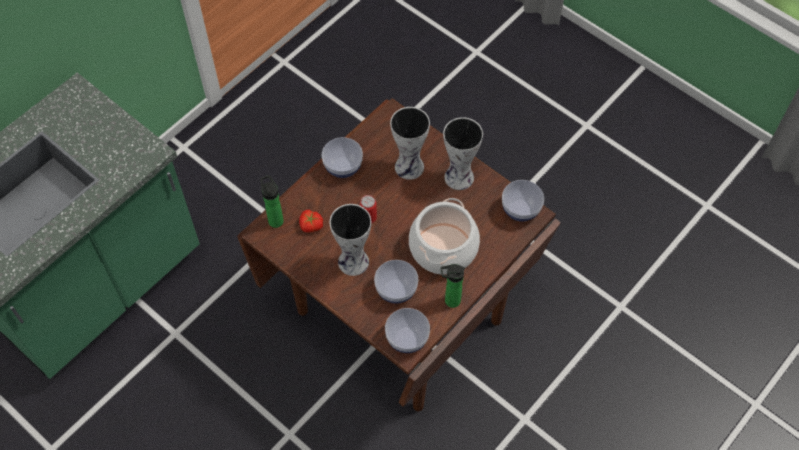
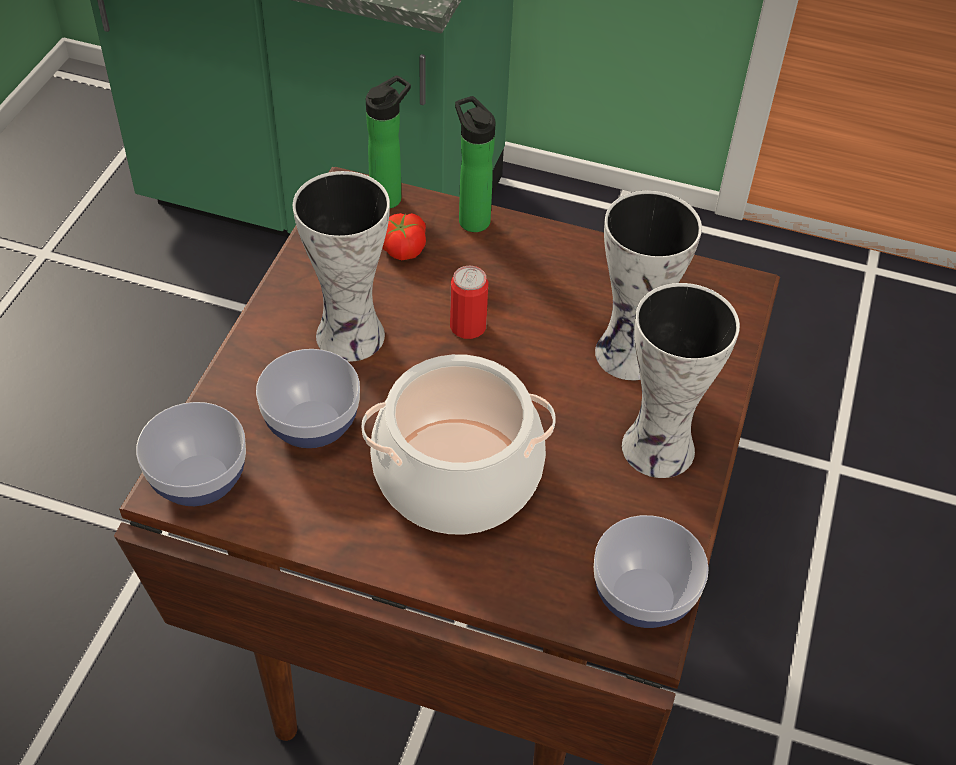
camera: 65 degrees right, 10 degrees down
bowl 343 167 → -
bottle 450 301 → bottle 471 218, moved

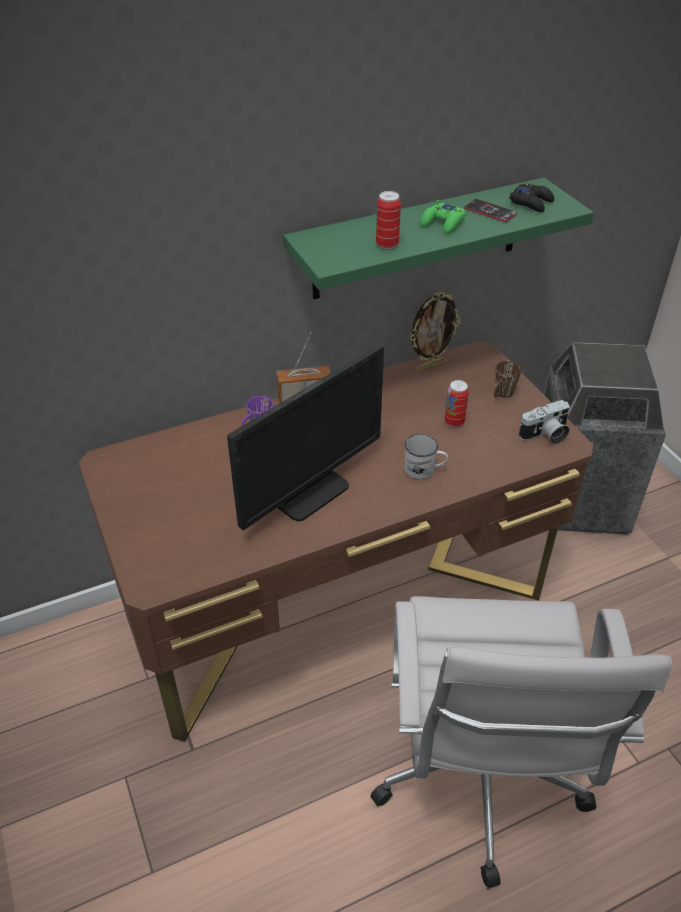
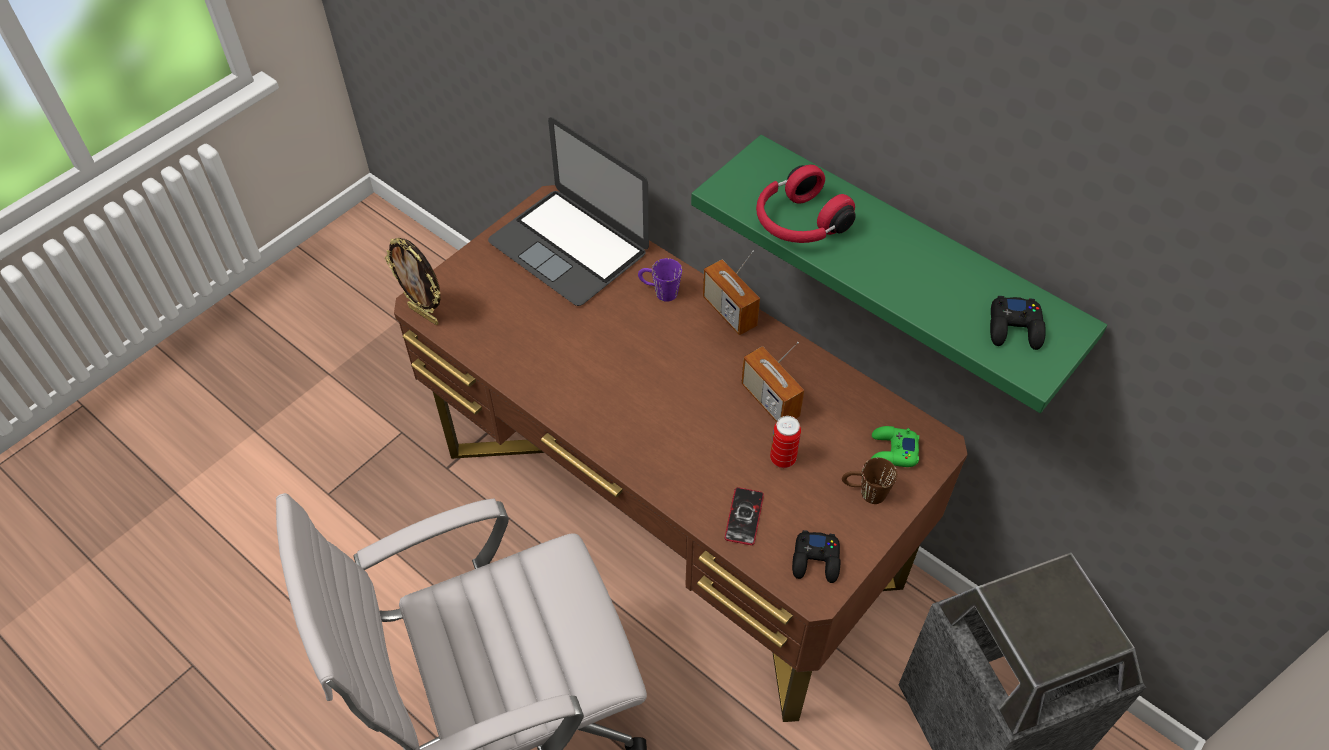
camera: 65 degrees right, 10 degrees up
can 387 244 → red headphones 799 223
phone 490 211 → phone 744 516, moved
green game controller 443 223 → green game controller 893 451, moved
picture frame 430 366 → picture frame 424 314, moved
monitor 309 492 → -
photo camera 545 435 → black game controller 816 560
white mug 424 469 → -
- → laptop 569 246
- → radio 770 401

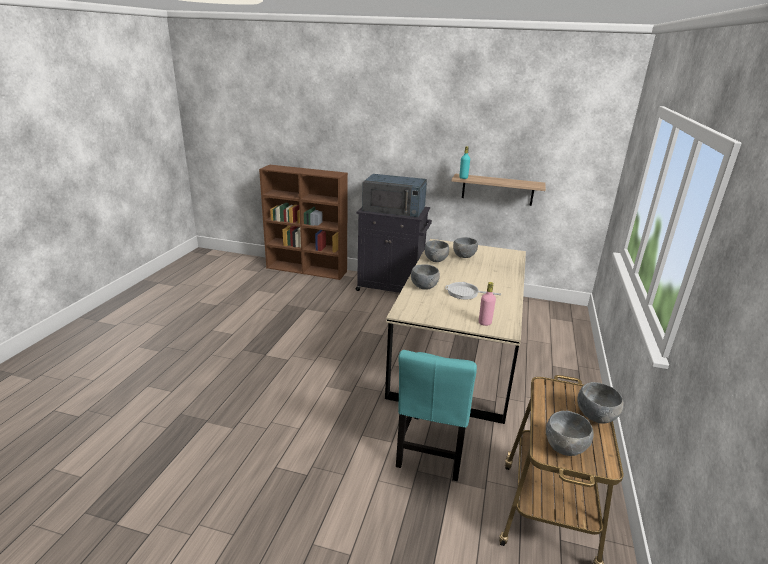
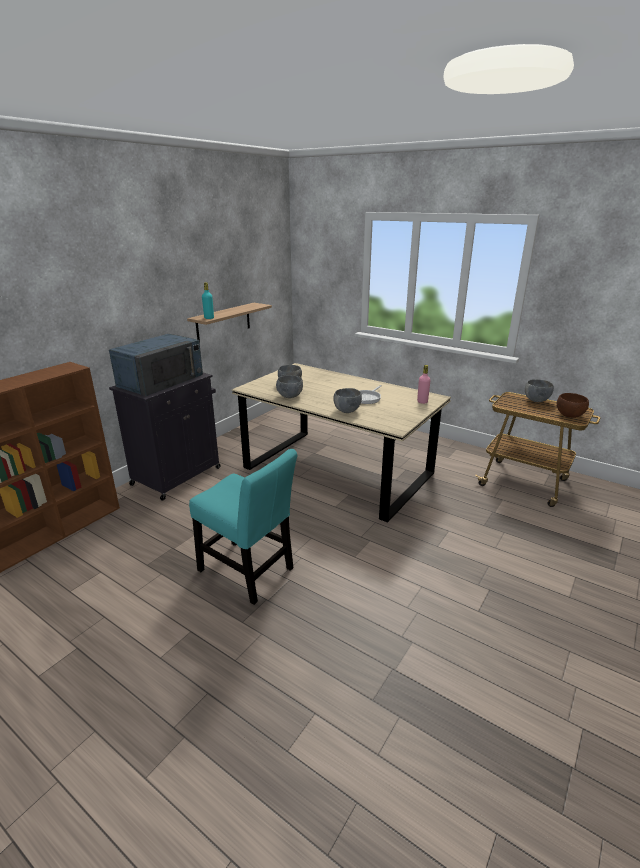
camera: 70 degrees left, 0 degrees up
turquoise chair 432 449 → turquoise chair 248 572, moved
grey bowl 565 448 → brown bowl 569 415

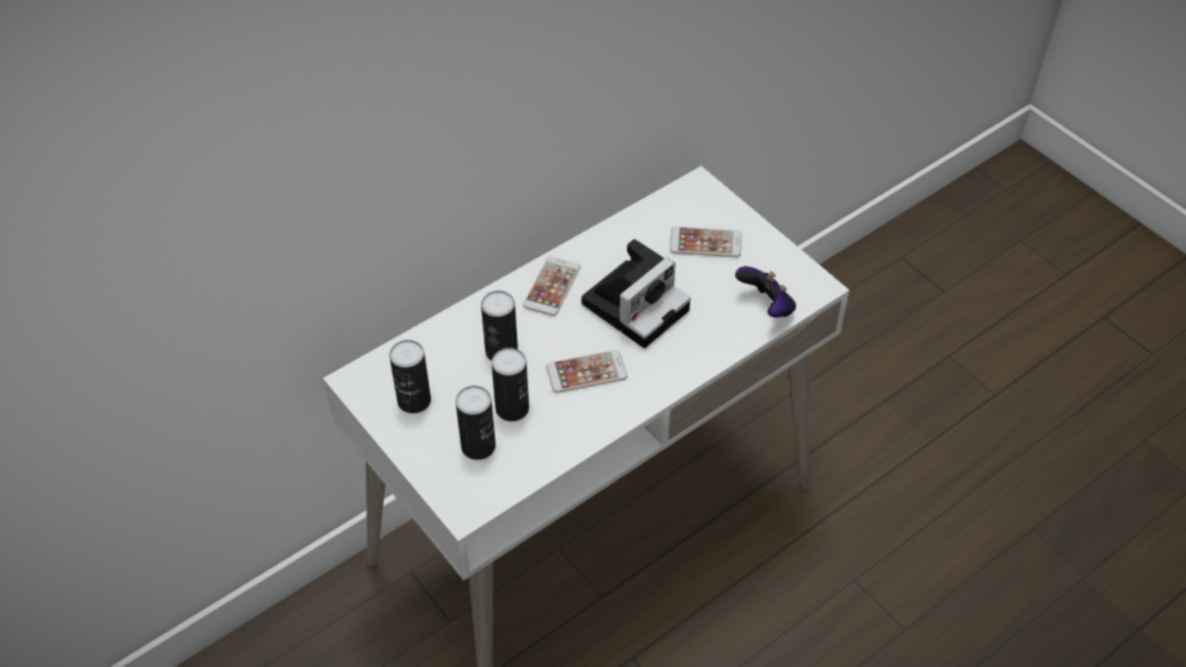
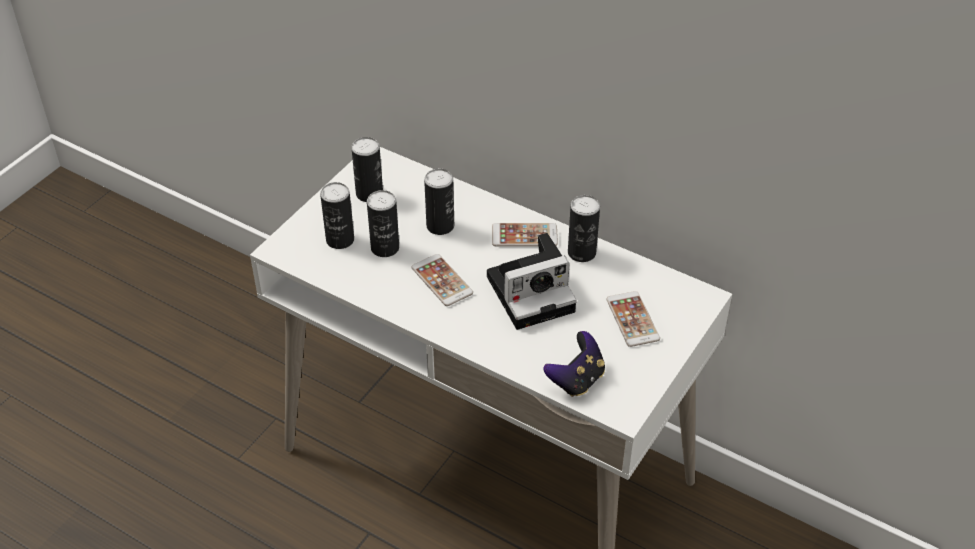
camera: 70 degrees right, 5 degrees down
photo camera 636 304 → photo camera 533 292, 45 degrees counterclockwise
- → can 581 252

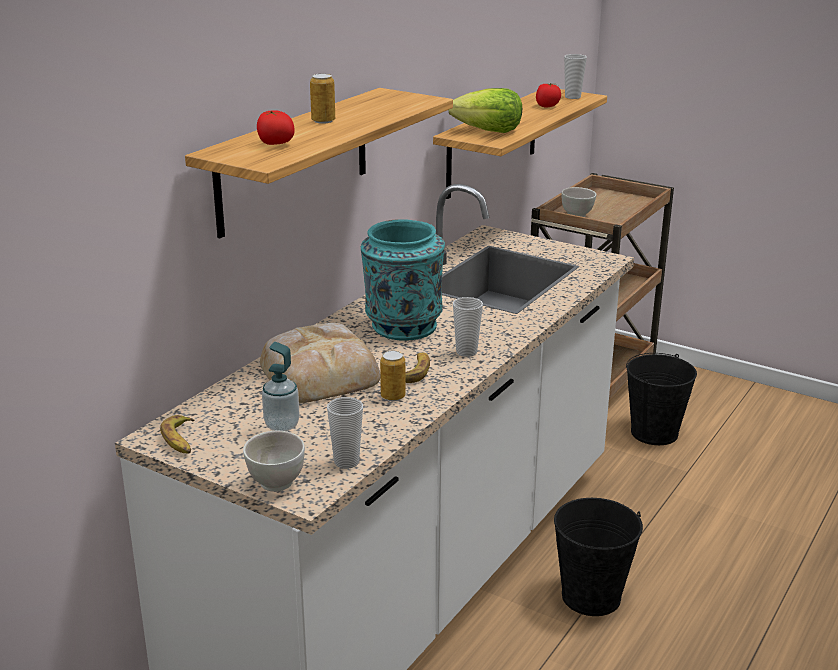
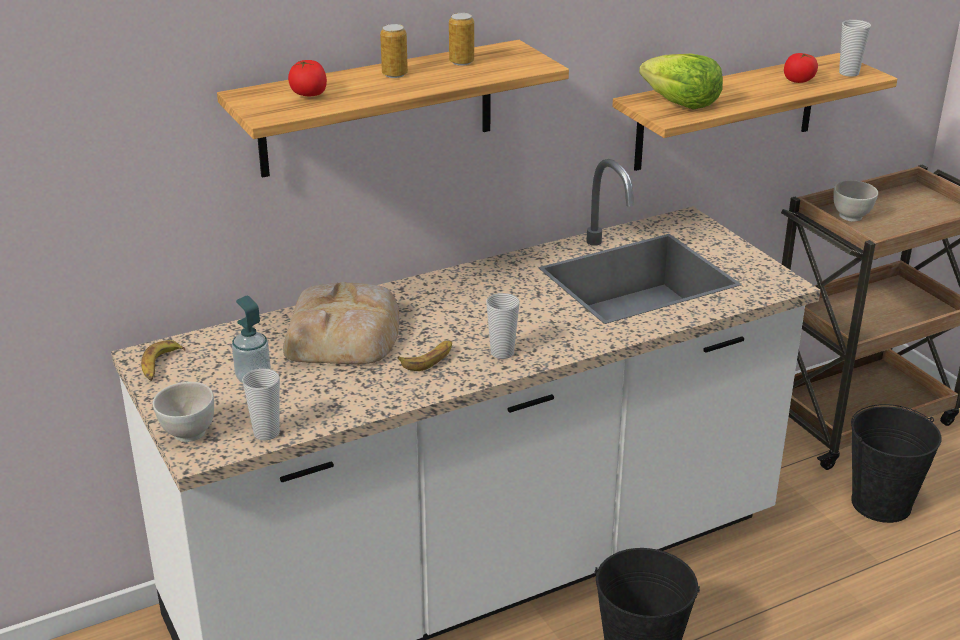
camera: 30 degrees right, 5 degrees up
turquoise vase 402 327 → -
can 393 396 → can 461 62, moved

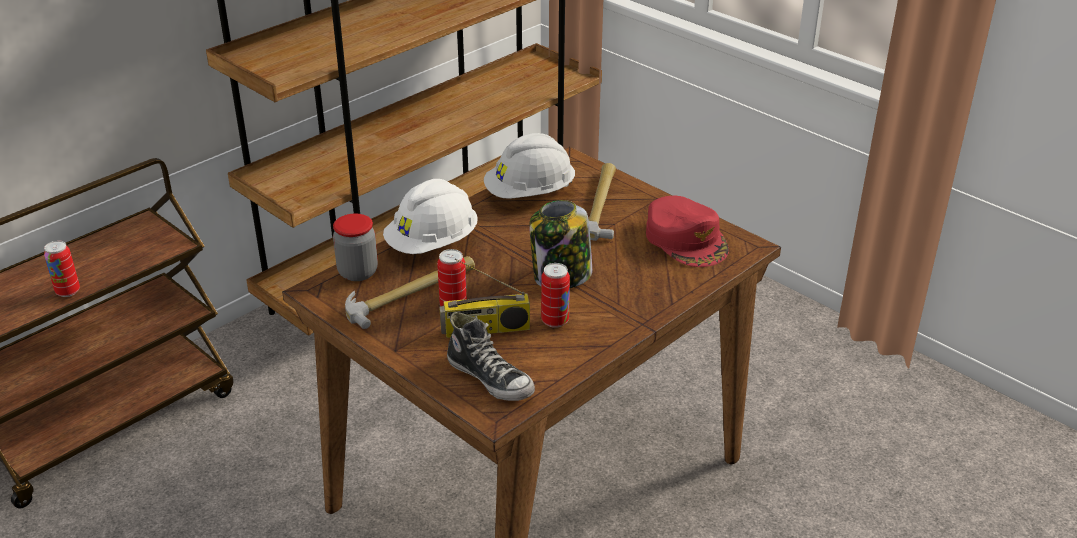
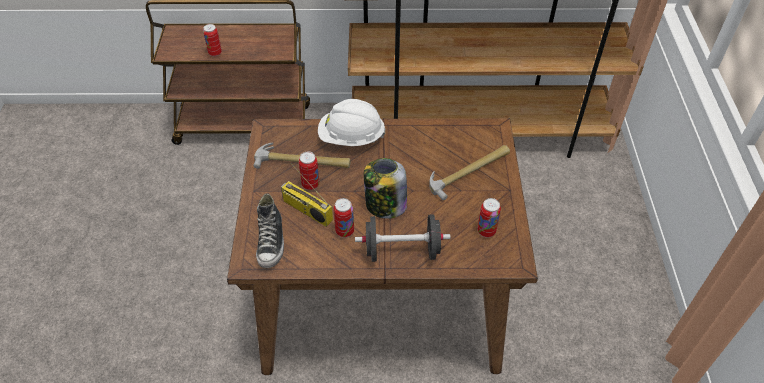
camera: 45 degrees right, 15 degrees up
white hard hat 530 194 → -
red cap 686 239 → can 486 231
jar 358 272 → -
- → black dumbbell 402 251

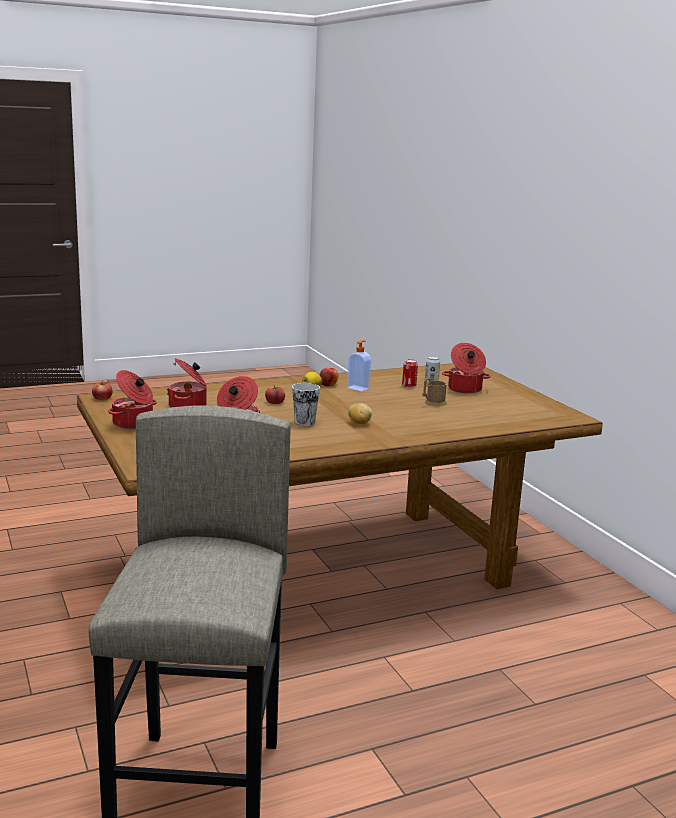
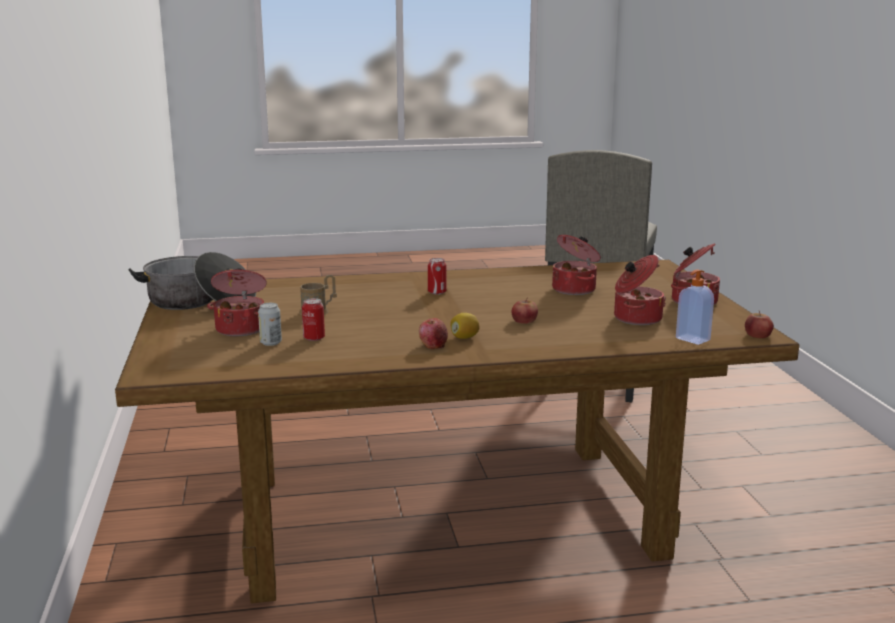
camera: 165 degrees left, 0 degrees up
soap dispenser 358 388 → soap dispenser 692 339, moved
cup 304 422 → -
potato 359 423 → can 437 292
- → cooking pot 199 302

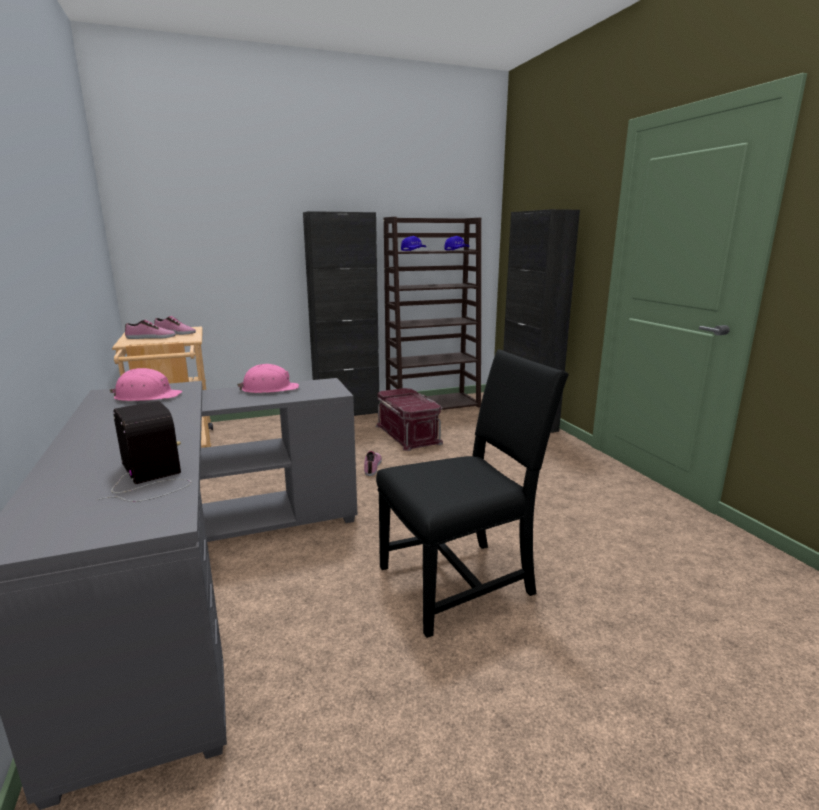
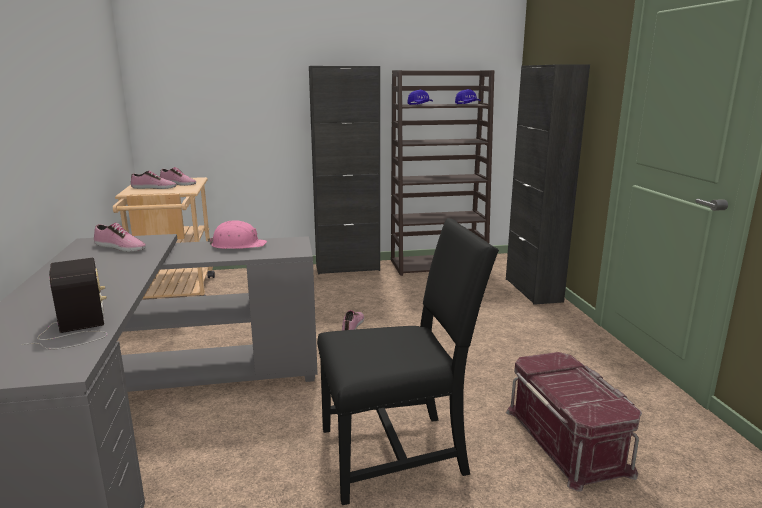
camera: 10 degrees right, 0 degrees up
pink hard hat 147 396 → shoe 120 247
red storage box 409 434 → red storage box 568 440, moved

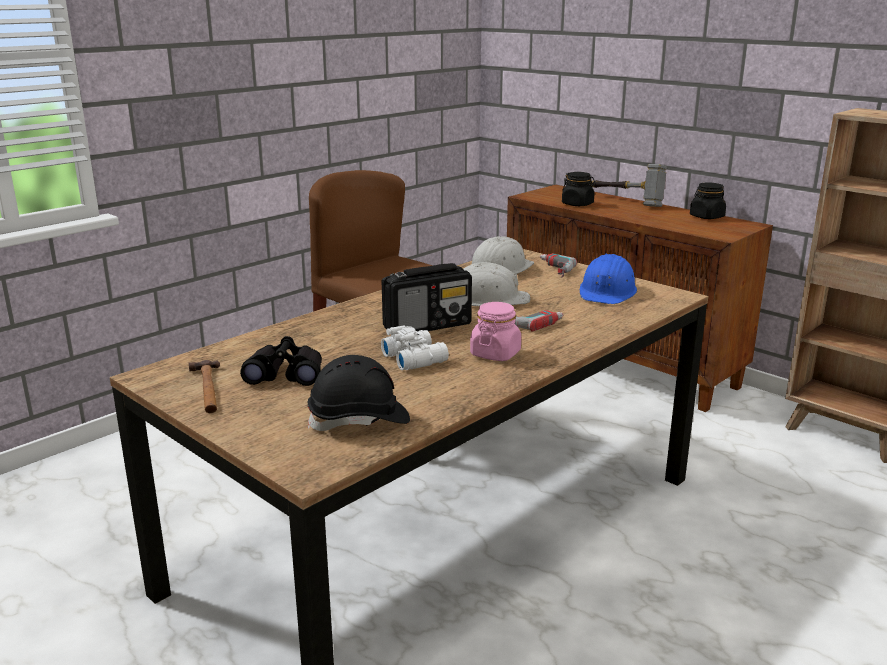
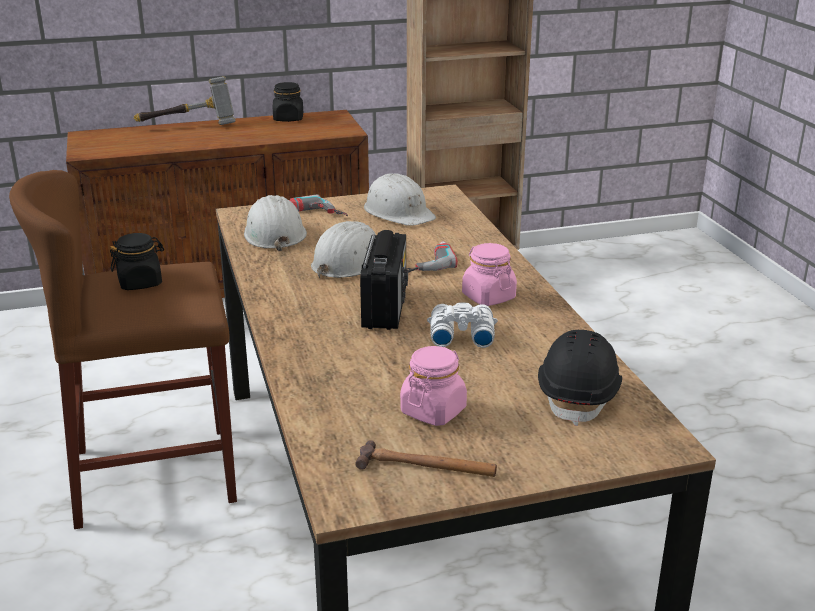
camera: 60 degrees left, 5 degrees up
black jar 577 204 → black jar 140 282, moved
blue hard hat 607 292 → white hard hat 398 212
black binoculars 285 375 → pink jar 433 411

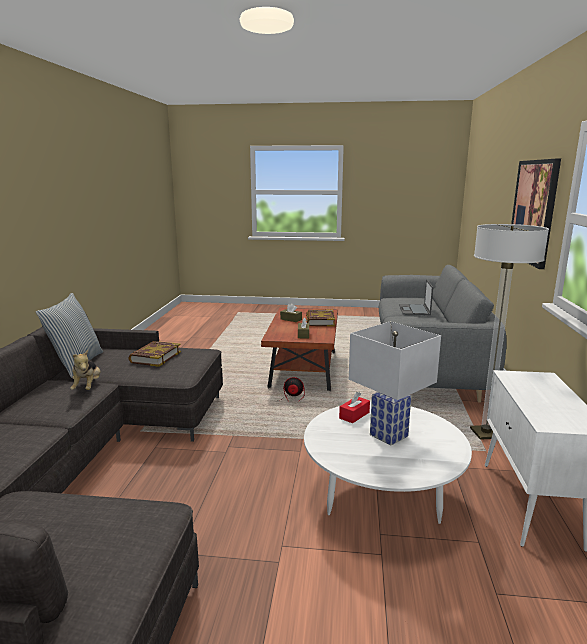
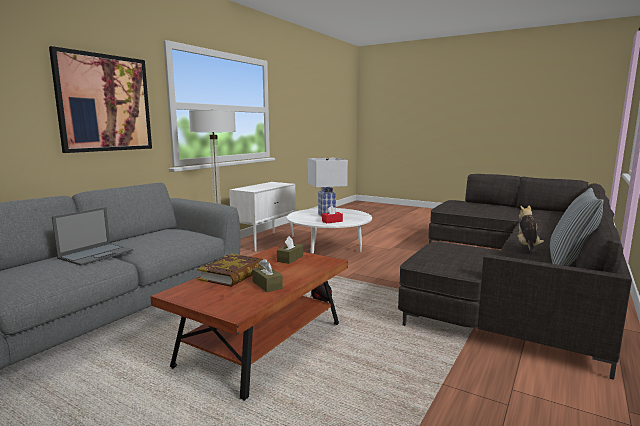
camera: 155 degrees left, 5 degrees down
book 155 357 → -

